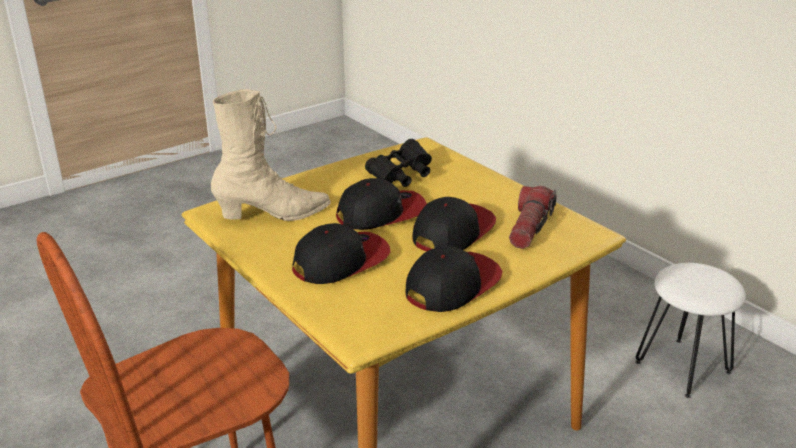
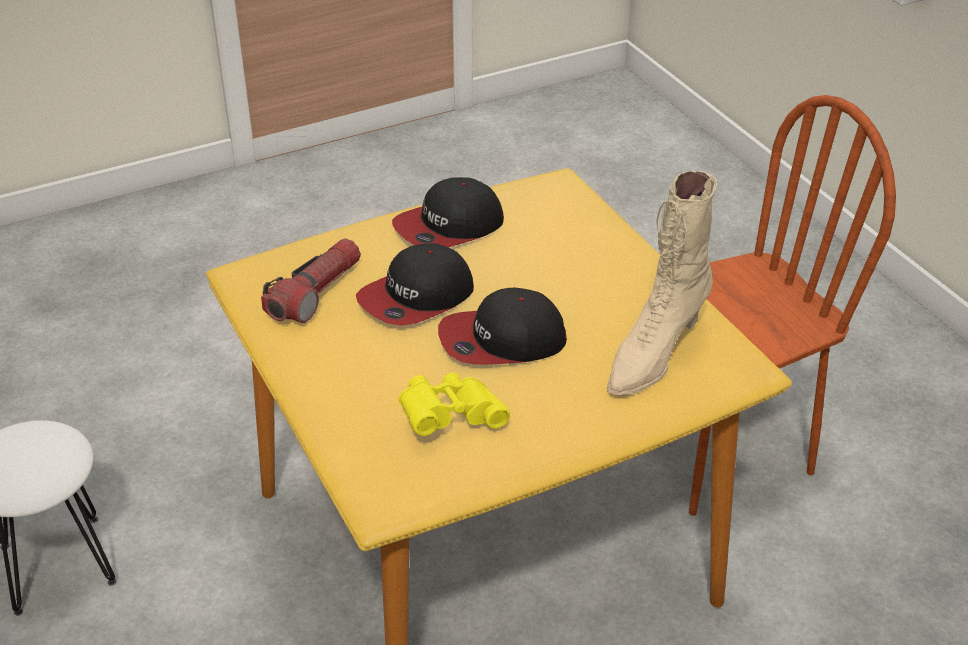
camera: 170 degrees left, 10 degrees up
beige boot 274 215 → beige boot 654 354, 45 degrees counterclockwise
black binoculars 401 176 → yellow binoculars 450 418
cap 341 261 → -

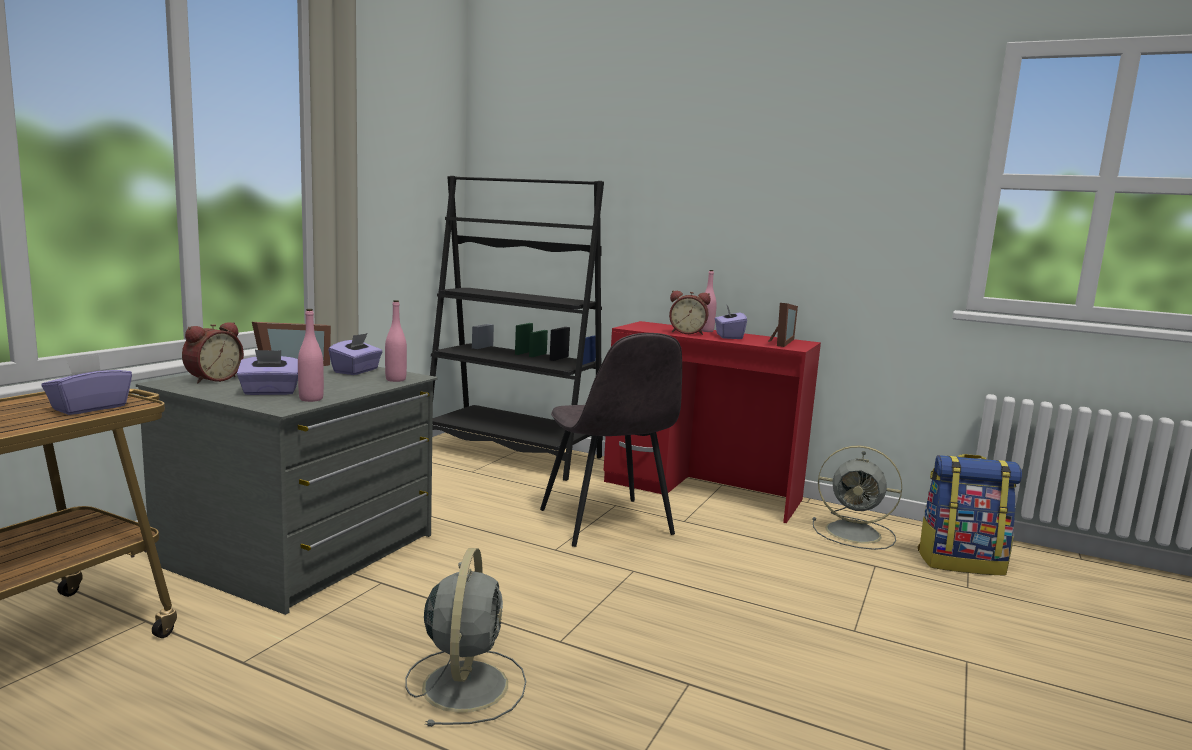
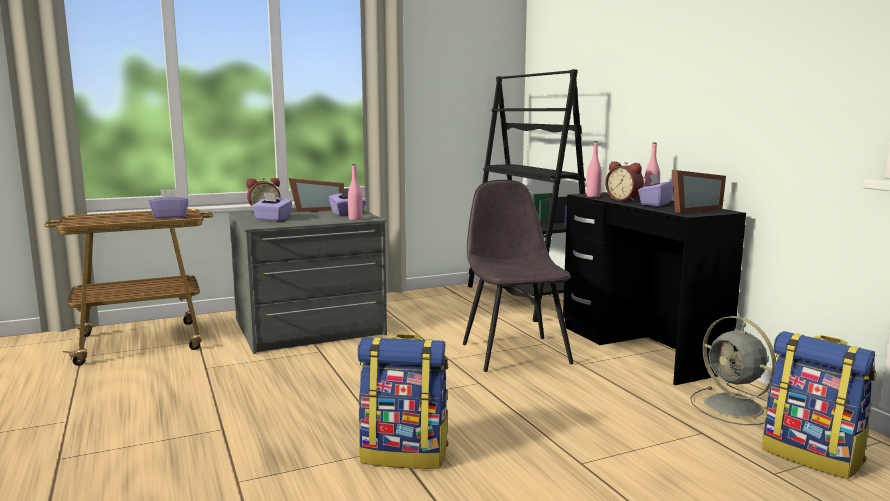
camera: 40 degrees right, 0 degrees up
pink bottle 311 399 → pink bottle 593 196, moved
red desk 702 491 → black desk 639 348
grey chair 607 523 → grey chair 514 352, 150 degrees clockwise
grey fan 466 683 → -
- → backpack 405 454

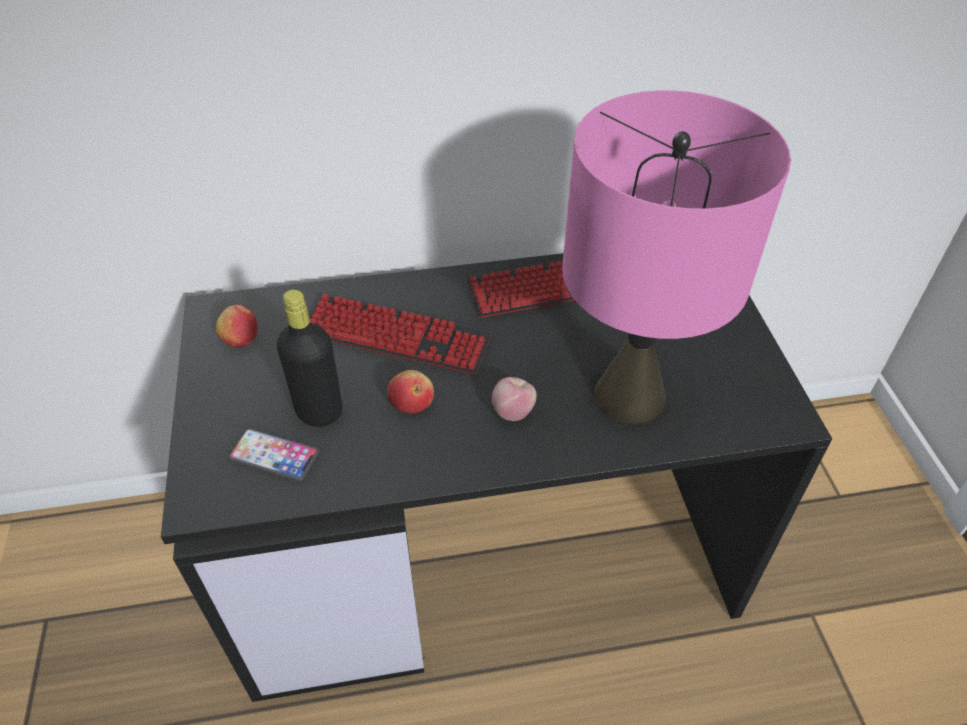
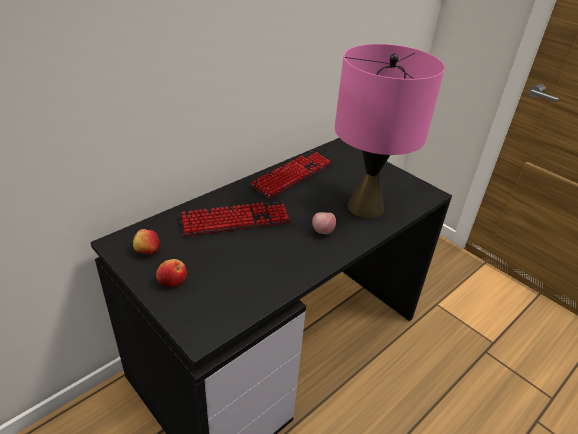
camera: 35 degrees left, 10 degrees down
black bottle 319 411 → -
apple 412 402 → apple 172 281, moved
phone 274 456 → -

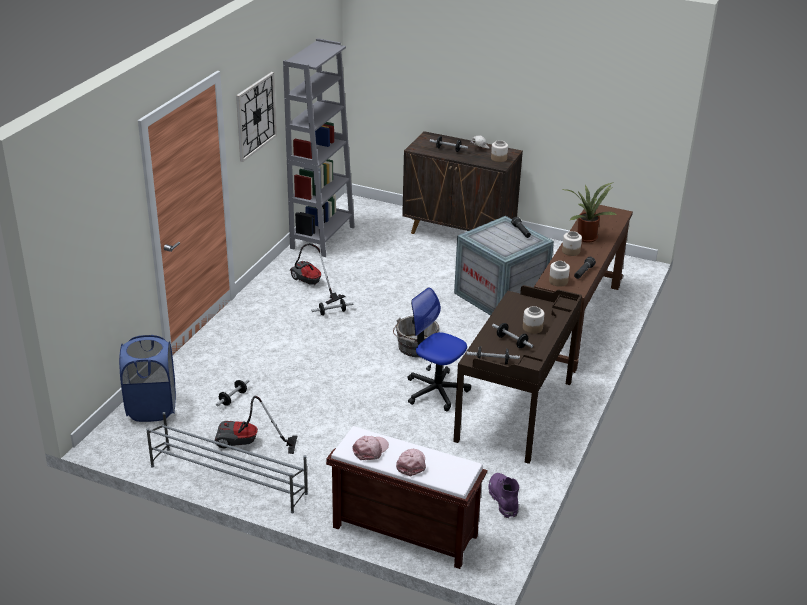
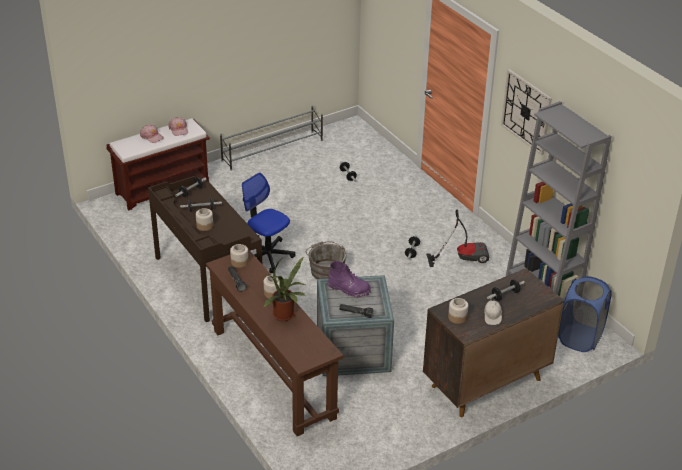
camera: 125 degrees right, 5 degrees up
office chair 436 391 → office chair 267 255, 120 degrees counterclockwise
blue laundry basket 152 408 → blue laundry basket 580 338, moved
vacuum cleaner 248 444 → -
purple boot 503 500 → purple boot 349 289, moved

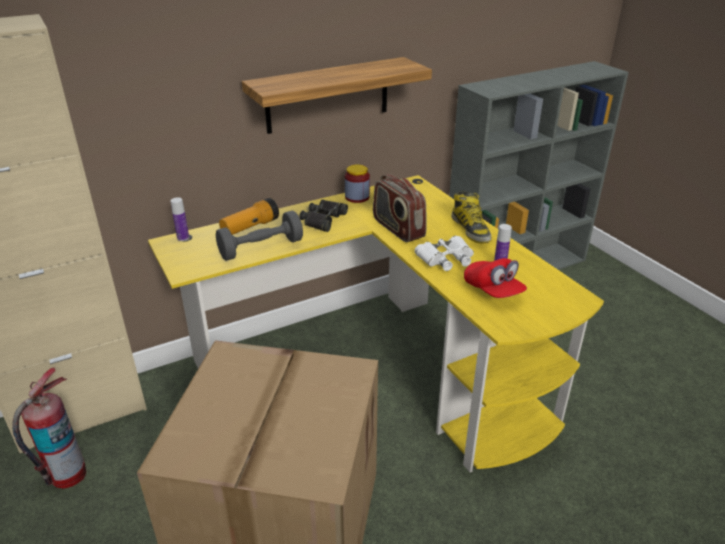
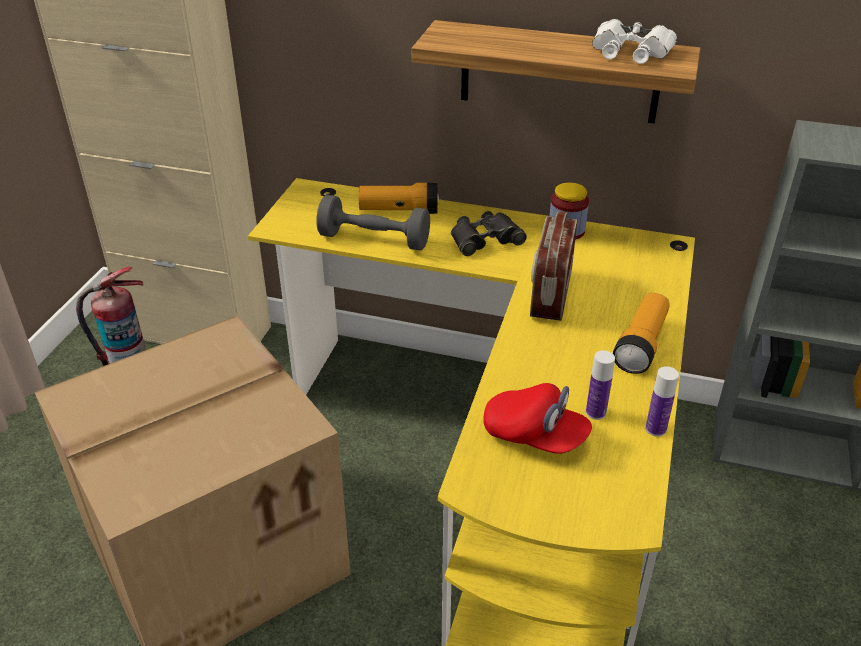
camera: 45 degrees right, 5 degrees up
boot 471 229 → flashlight 641 345
bottle 183 238 → bottle 655 429, moved
white binoculars 446 258 → white binoculars 630 51, moved
red cap 493 290 → red cap 534 435, 75 degrees counterclockwise

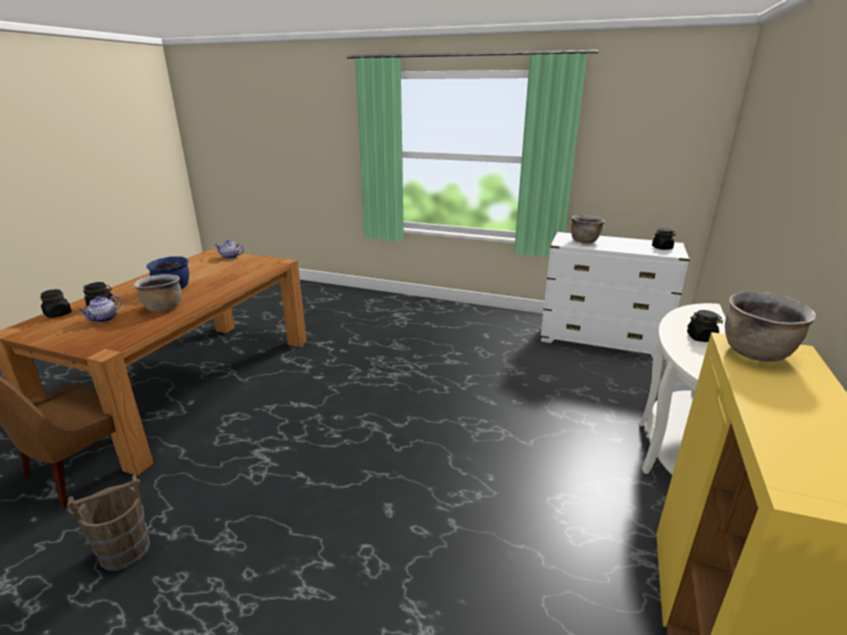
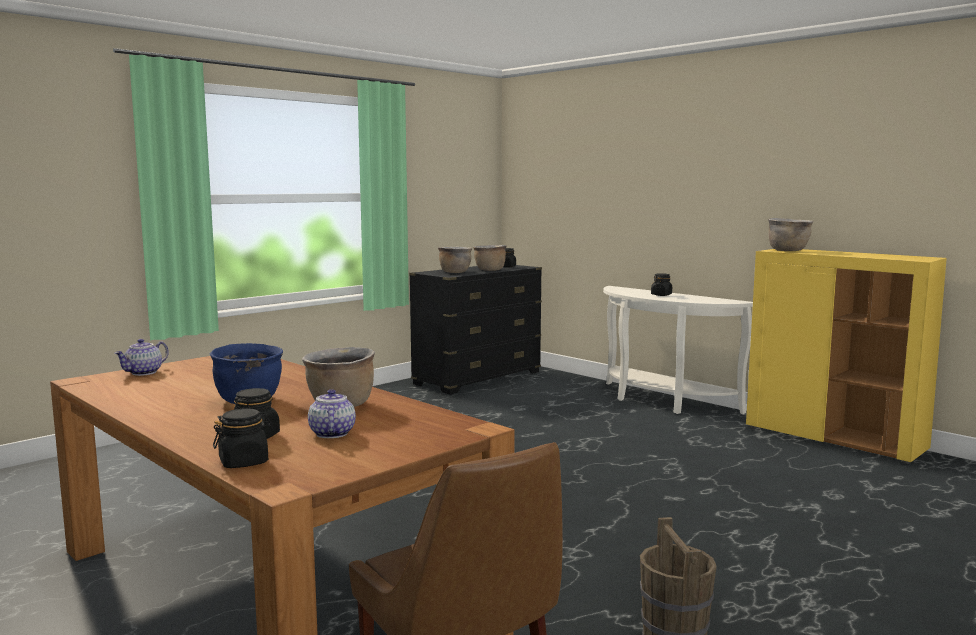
camera: 65 degrees left, 15 degrees down
white dresser 601 340 → black dresser 478 379
teapot 104 319 → teapot 331 433, 150 degrees counterclockwise
- → brown cooking pot 489 270

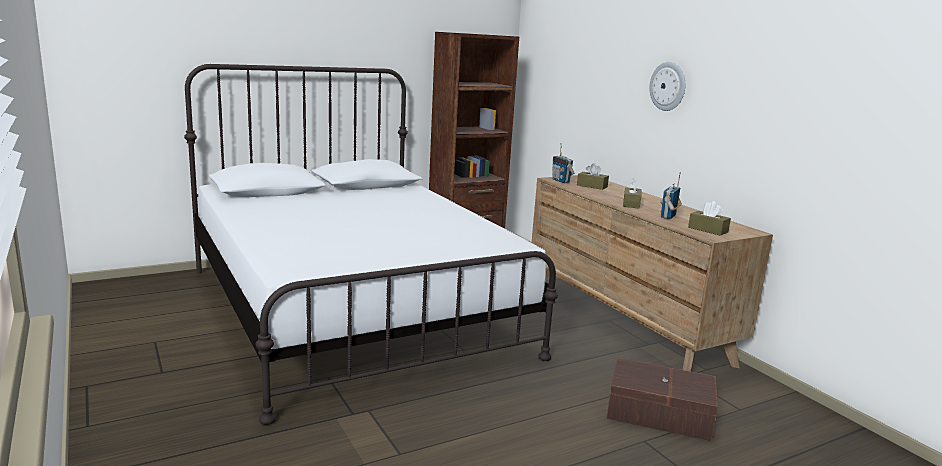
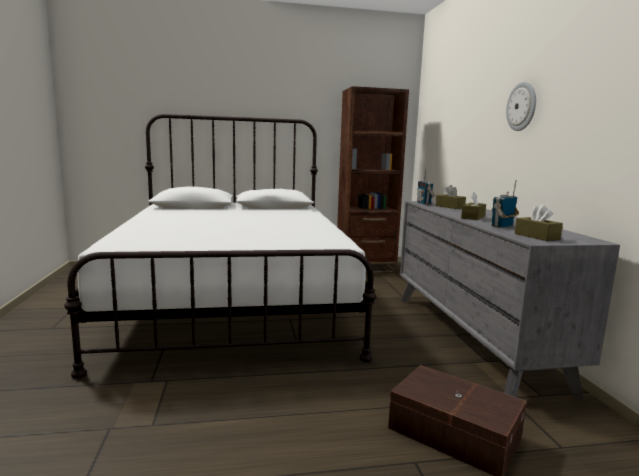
camera: 20 degrees right, 5 degrees down
brown dresser 624 322 → grey dresser 472 338

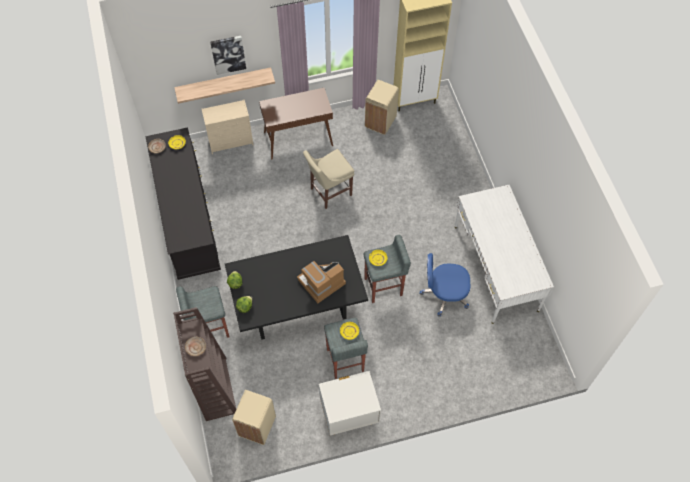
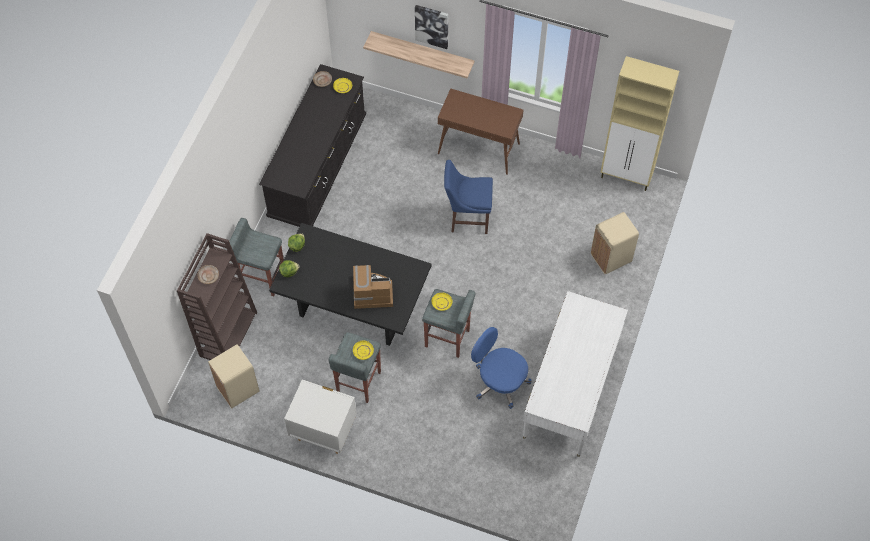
camera: 35 degrees right, 0 degrees up
beige trash can 380 122 → beige trash can 611 258, moved
beige dresser 231 141 → -
beige chair 329 192 → blue chair 467 218

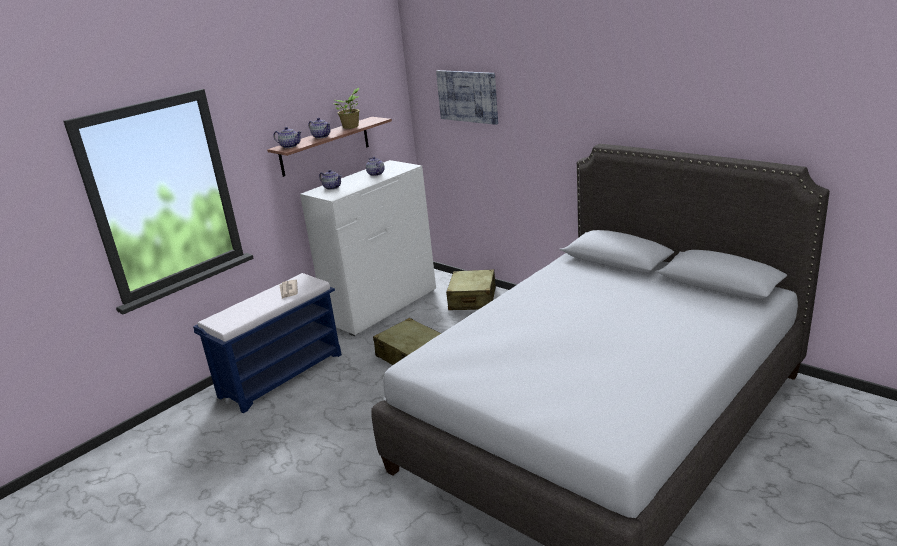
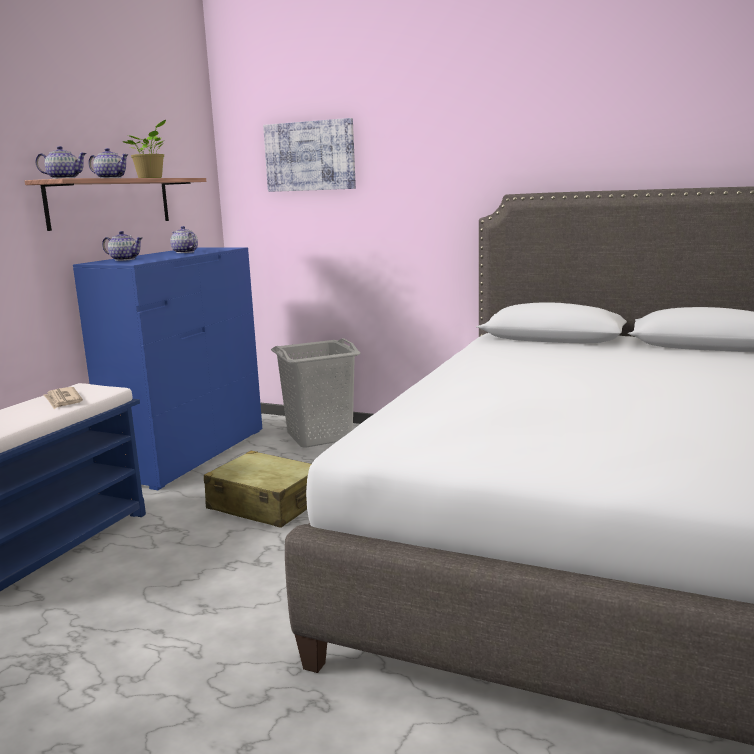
camera: 20 degrees left, 10 degrees down
white dresser 382 307 → blue dresser 189 454
beige suitcase 472 299 → grey laundry basket 320 436

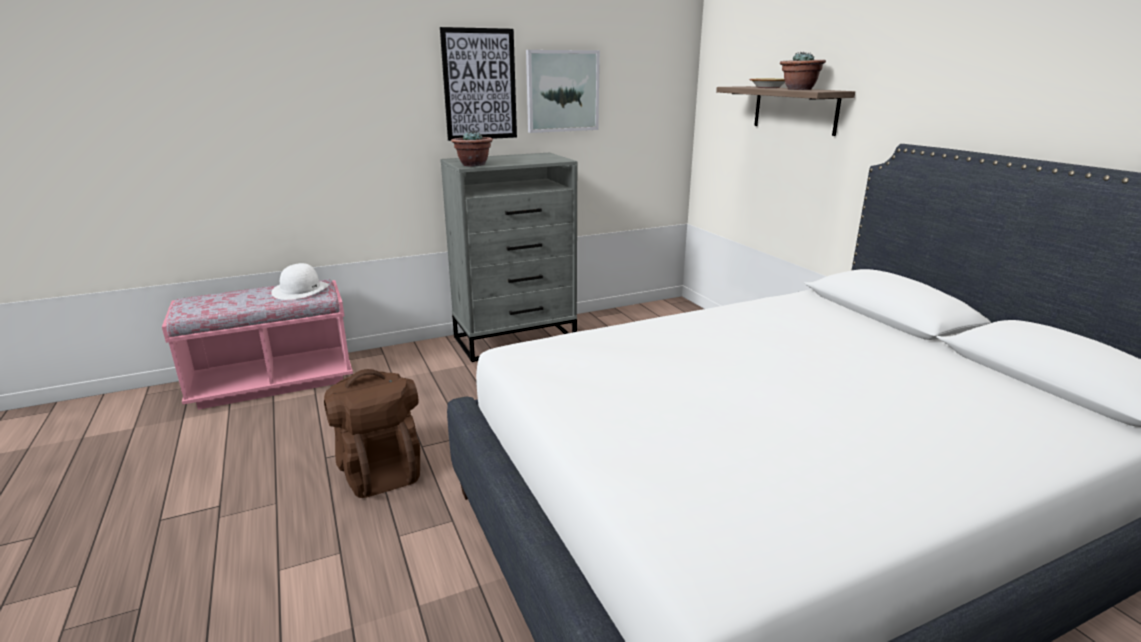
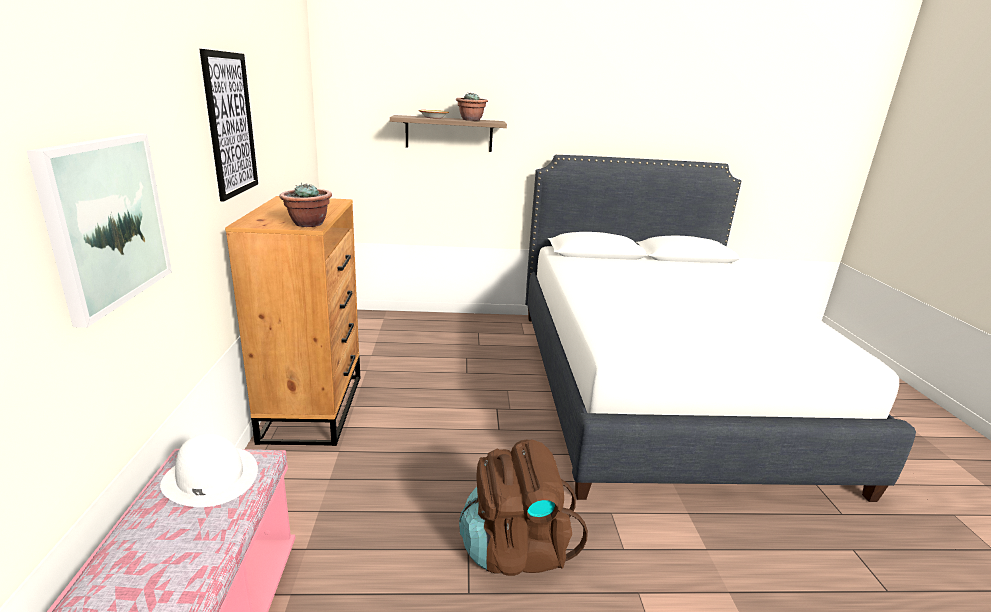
camera: 70 degrees left, 0 degrees up
picture 562 91 → picture 106 222, moved
grey dresser 516 339 → brown dresser 314 406

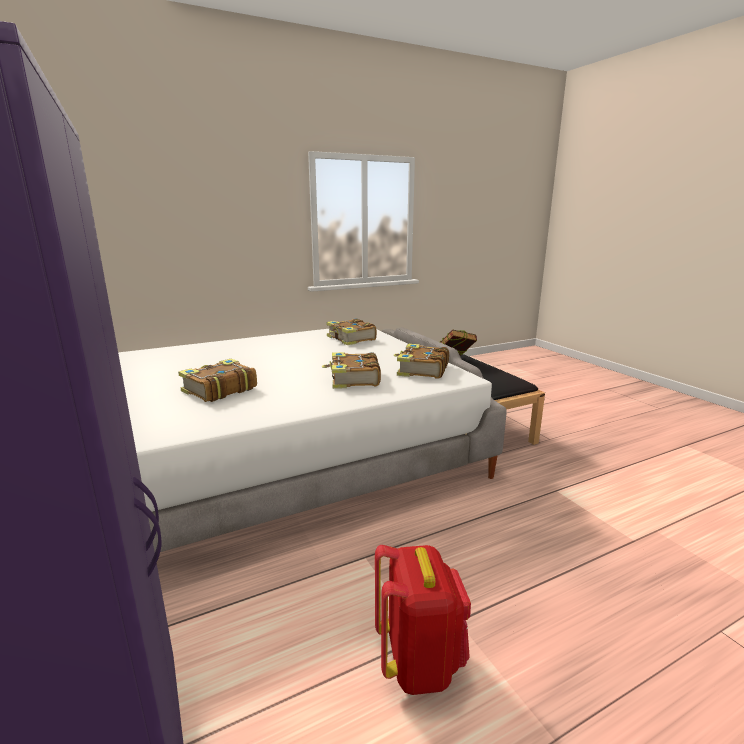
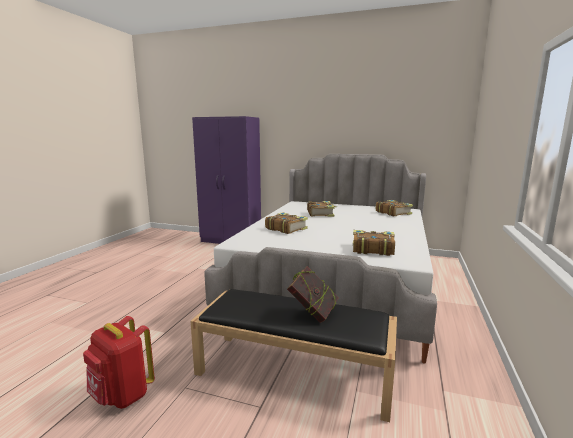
camera: 135 degrees right, 5 degrees down
book 421 370 → book 393 213, moved
red backpack 419 662 → red backpack 122 396, moved

